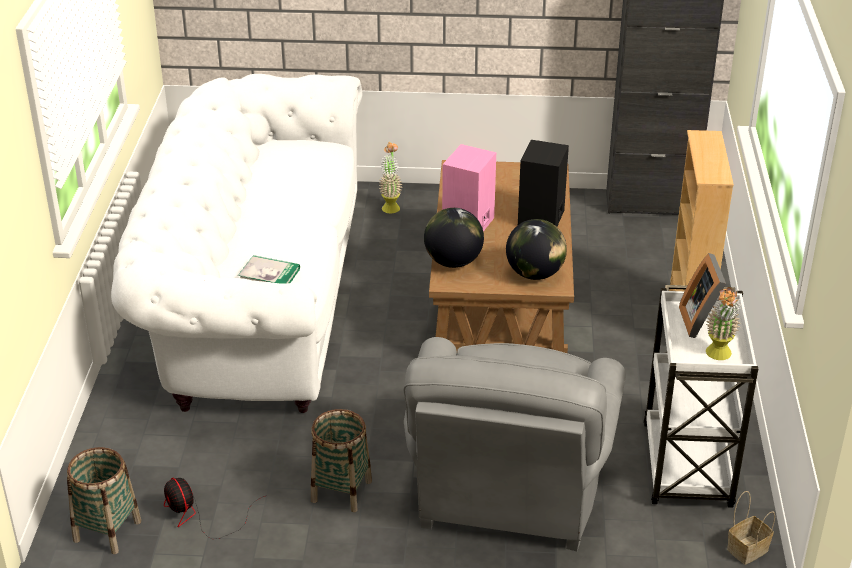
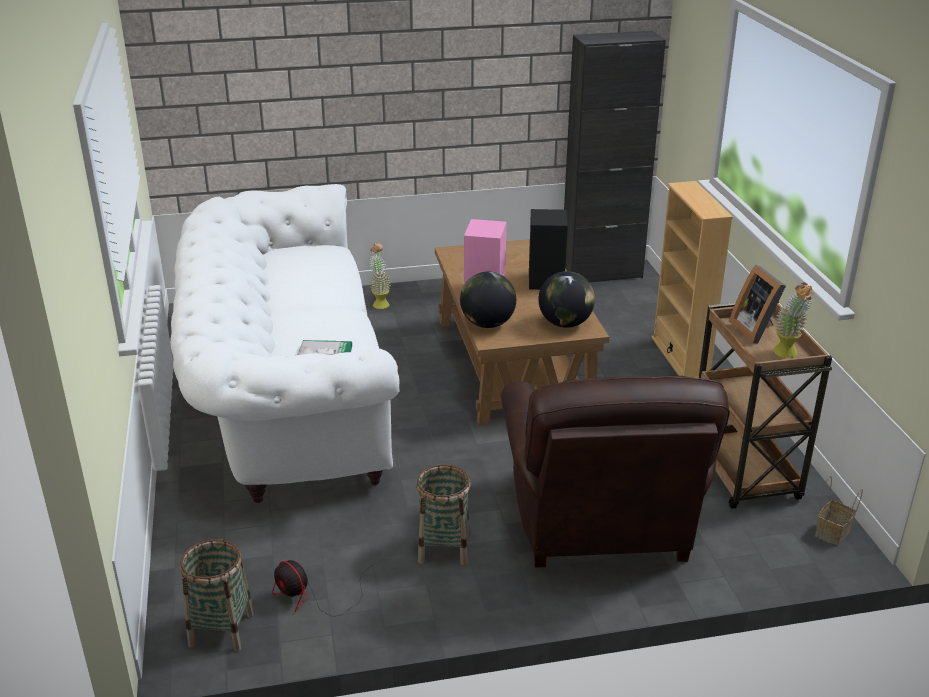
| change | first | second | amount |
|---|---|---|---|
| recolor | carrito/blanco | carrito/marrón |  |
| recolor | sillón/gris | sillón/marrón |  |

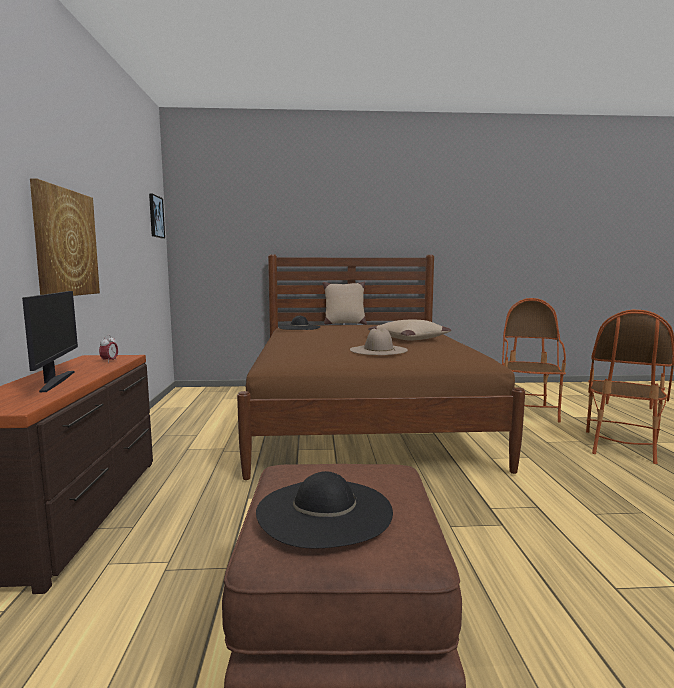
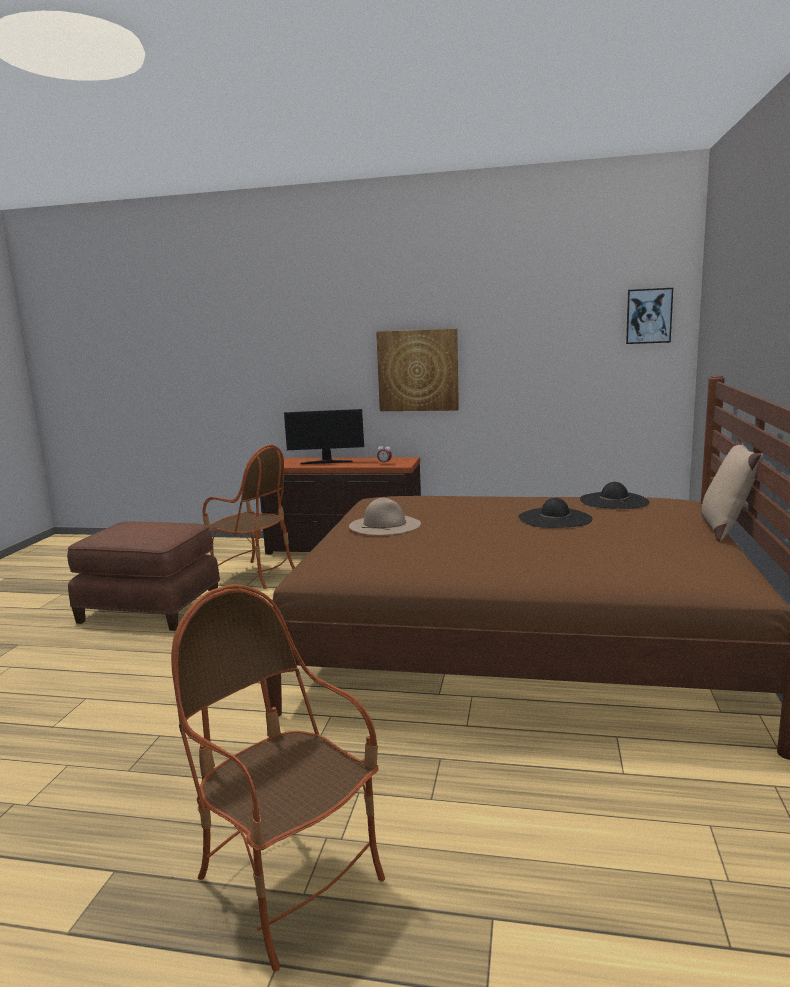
| change | first | second | amount |
|---|---|---|---|
| move | sillón (1st from left) |  |  |
| delete | cojín/beis (2nd from left) |  |  |
| move | sombrero/negro (2nd from left in the first image) | sombrero/negro (1st from left) |  |

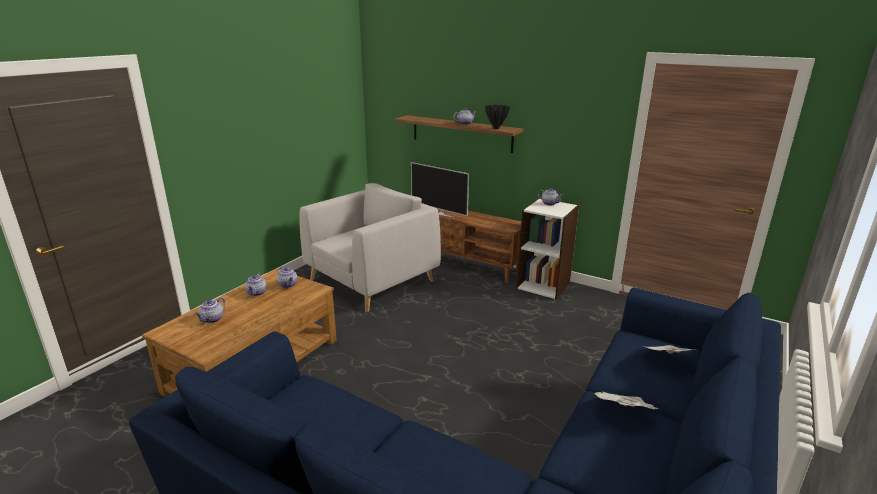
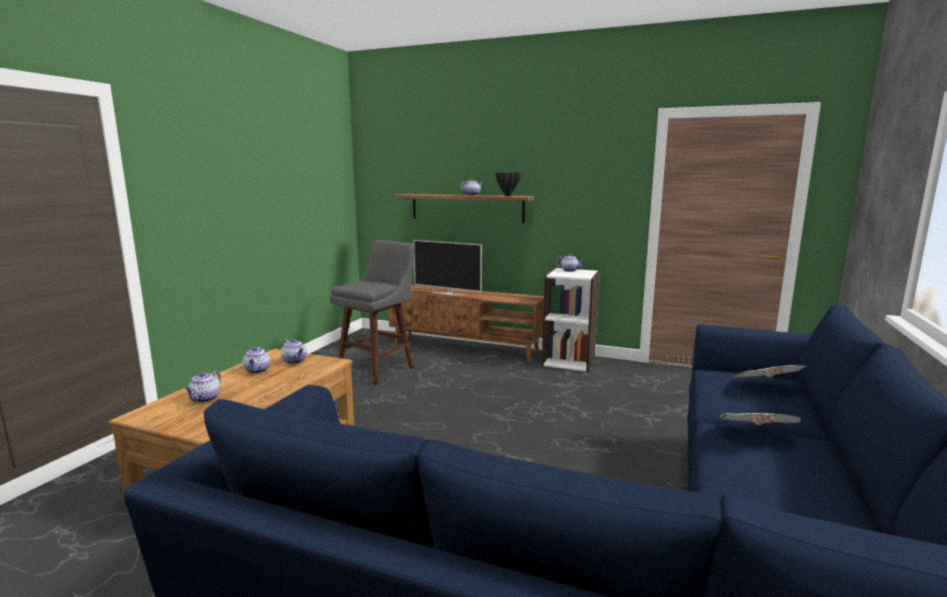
| change | first | second | amount |
|---|---|---|---|
| replace | sillón/gris | taburete/gris |  |

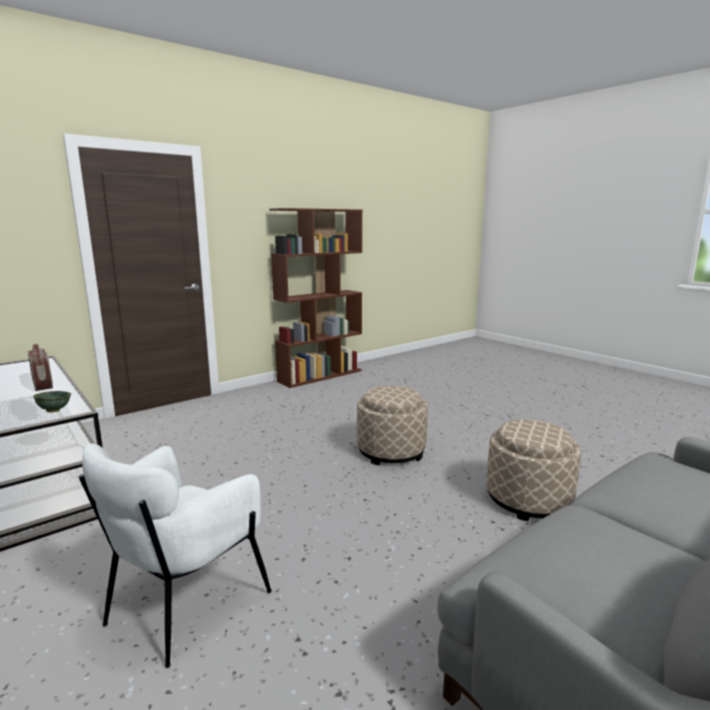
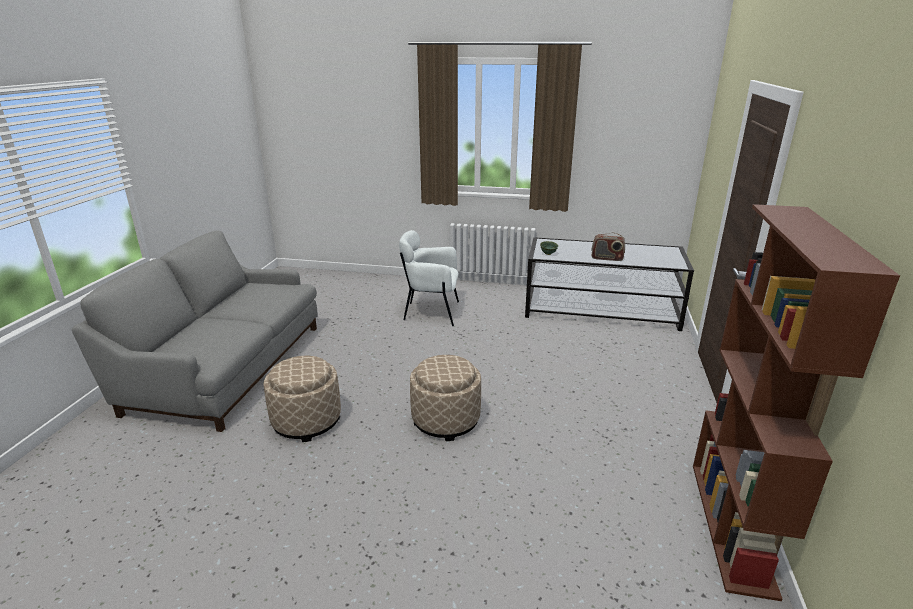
| change | first | second | amount |
|---|---|---|---|
| rotate | sillón/blanco |  | 75 degrees counterclockwise |

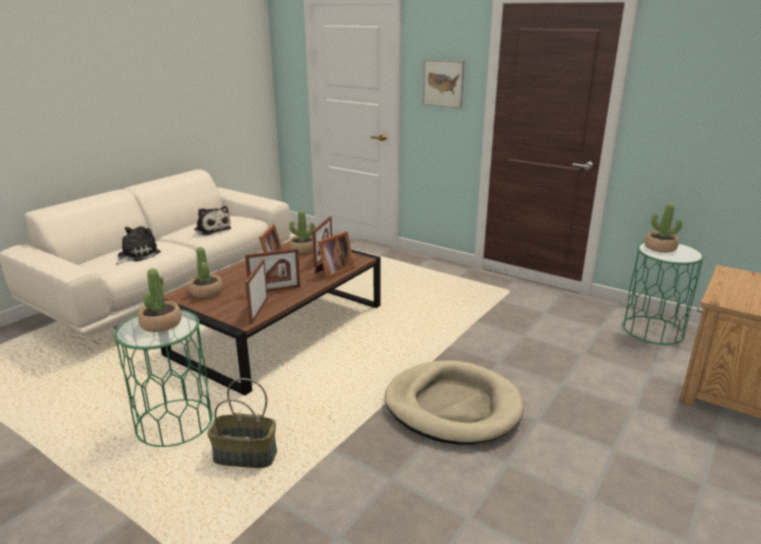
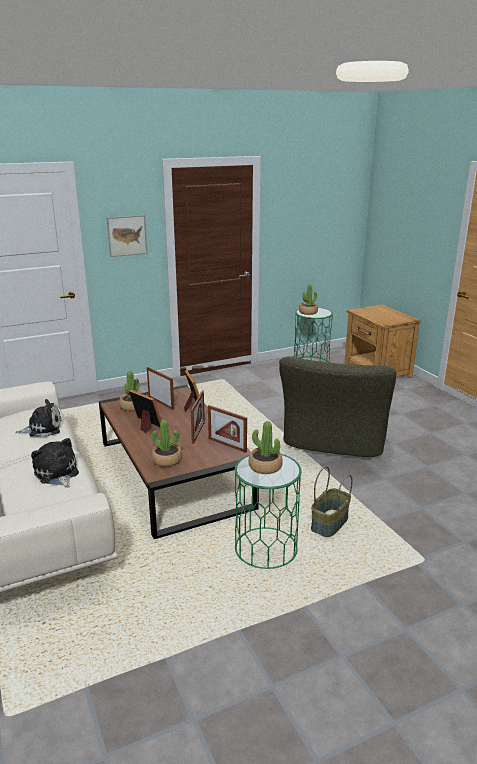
| change | first | second | amount |
|---|---|---|---|
| replace | cama para perro/beis | sillón/verde |  |

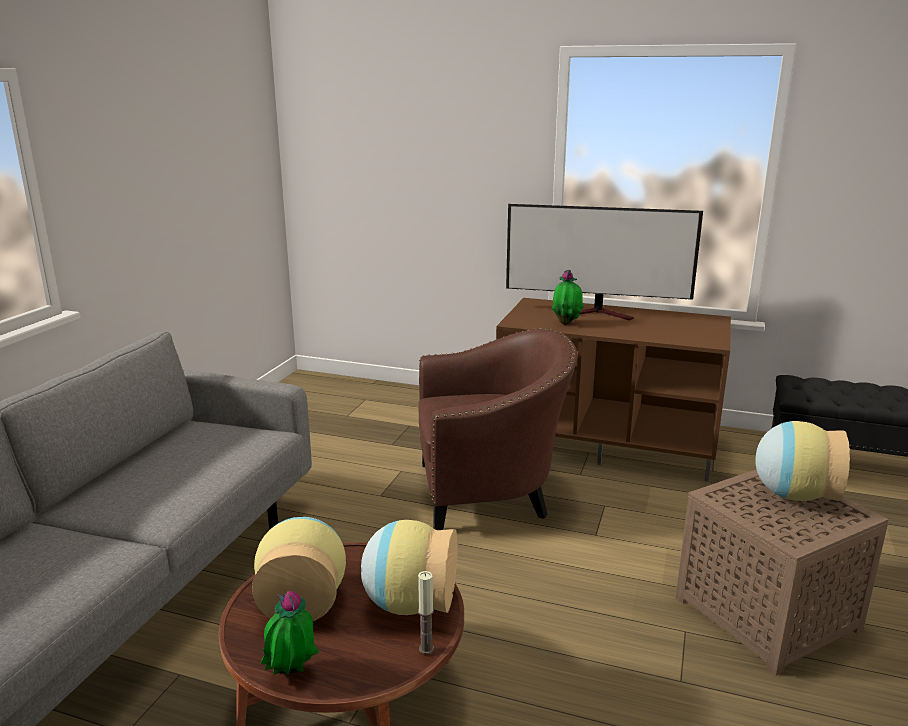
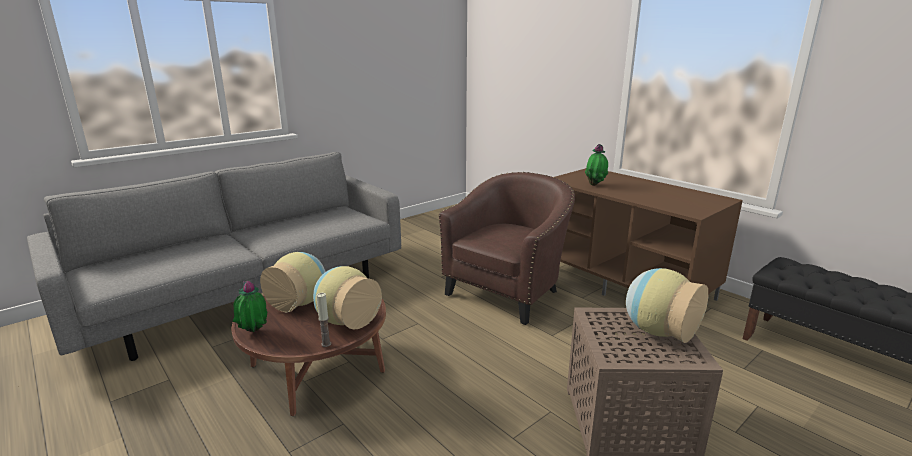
| change | first | second | amount |
|---|---|---|---|
| delete | televisor |  |  |
| rotate | sillón/marrón |  | 75 degrees counterclockwise |

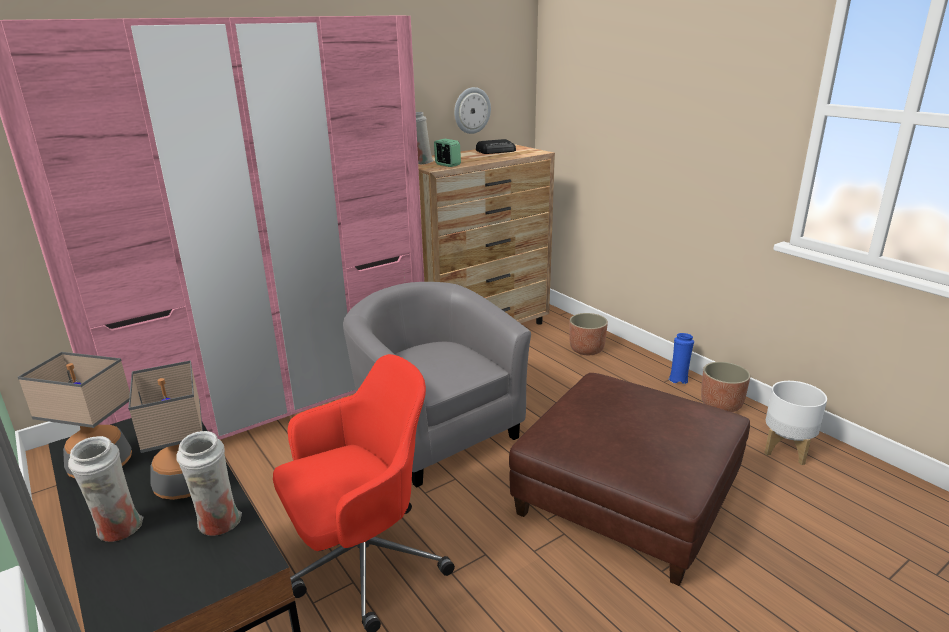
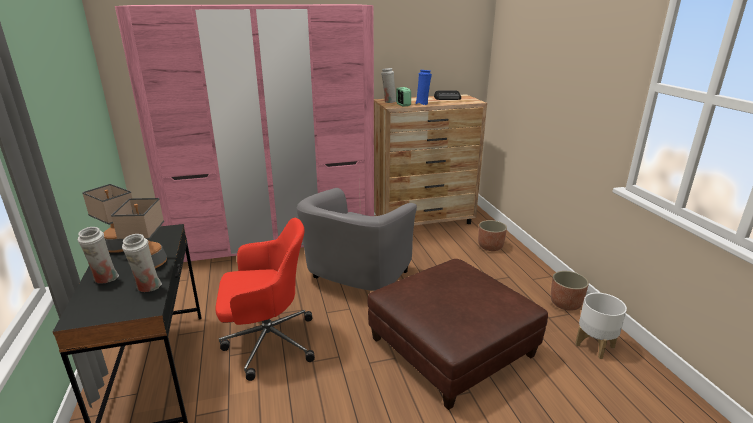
| change | first | second | amount |
|---|---|---|---|
| delete | reloj de pared |  |  |
| rotate | sillón/gris |  | 135 degrees counterclockwise |
| move | florero/azul |  |  |

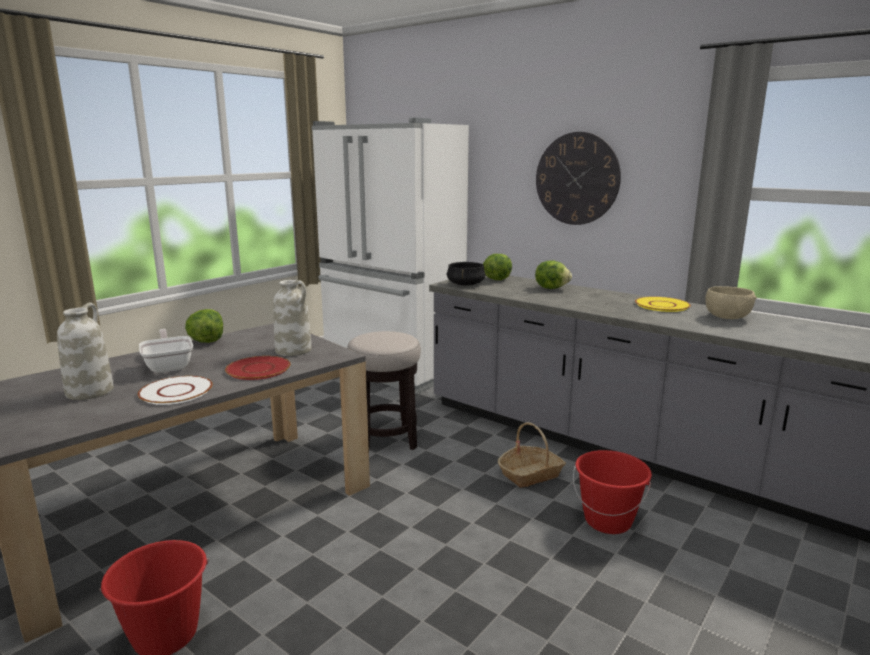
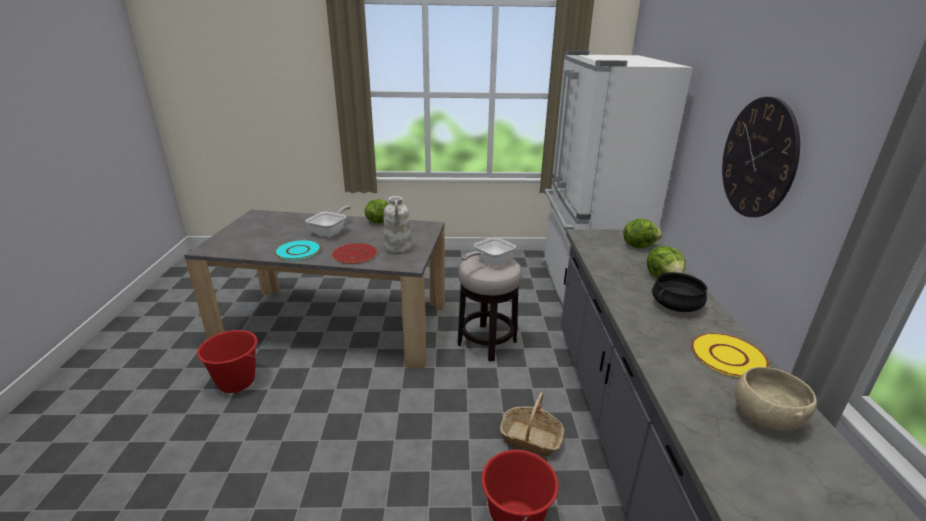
| change | first | second | amount |
|---|---|---|---|
| move | olla/negro |  |  |
| delete | florero/blanco (1st from left) |  |  |
| recolor | plato/blanco | plato/turquesa |  |
| insert |  | sartén (2nd from left) |  |

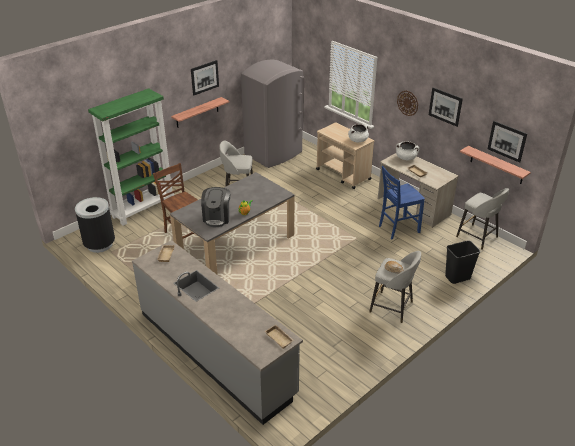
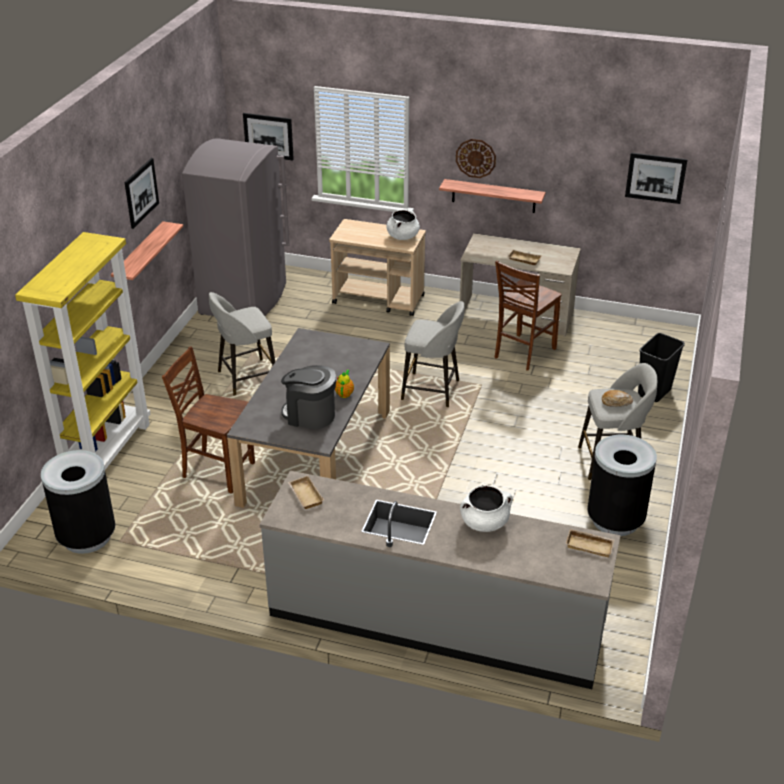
| change | first | second | amount |
|---|---|---|---|
| move | cuadro (2nd from left) |  |  |
| recolor | estantería/verde | estantería/amarillo |  |
| move | olla/blanco (2nd from left) |  |  |
| move | estante (2nd from left) |  |  |
| recolor | silla/azul | silla/marrón (2nd from left) |  |
| rotate | cafetera |  | 135 degrees clockwise |
| move | taburete/gris (3rd from left in the first image) | taburete/gris (2nd from left) |  |
| insert |  | papelera/negro (2nd from left) |  |

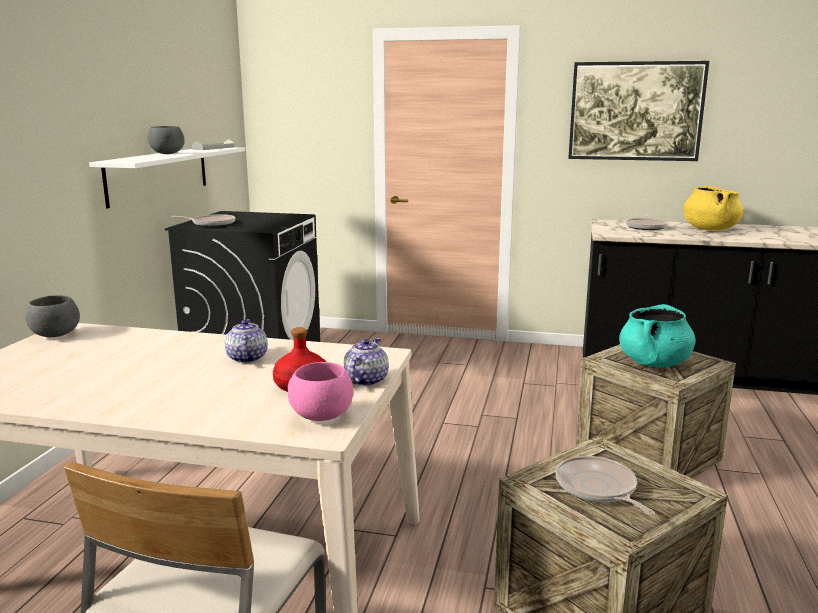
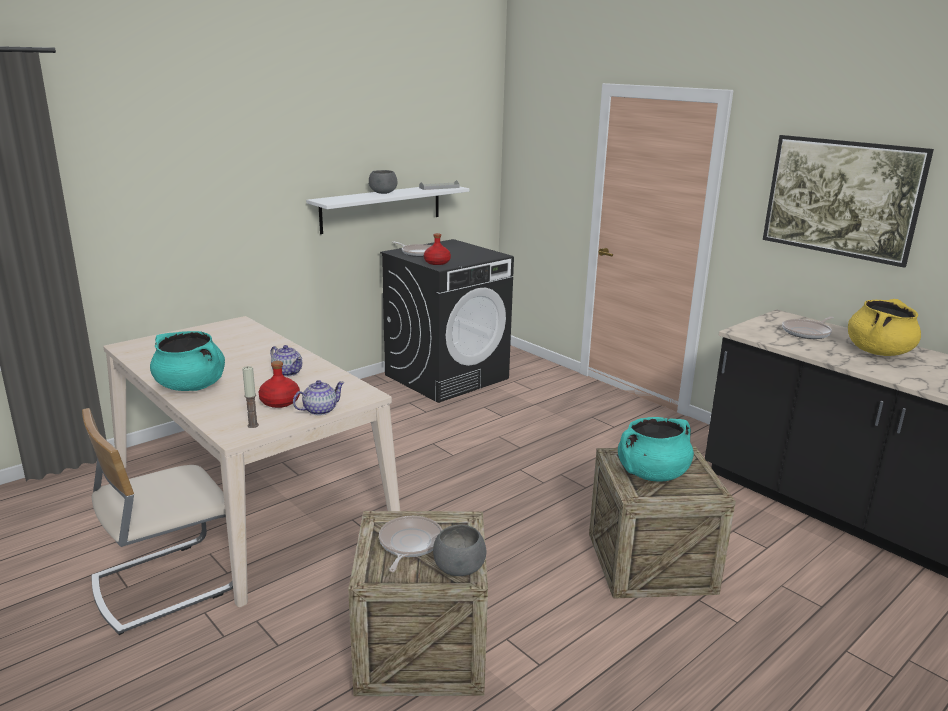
| change | first | second | amount |
|---|---|---|---|
| move | cuenco/gris (1st from left in the first image) | cuenco/gris (2nd from left) |  |
| rotate | tetera (1st from left) |  | 105 degrees clockwise |
| replace | cuenco/rosa | vela |  |
| insert |  | botella/rojo (2nd from left) |  |
| insert |  | olla/turquesa (1st from left) |  |

